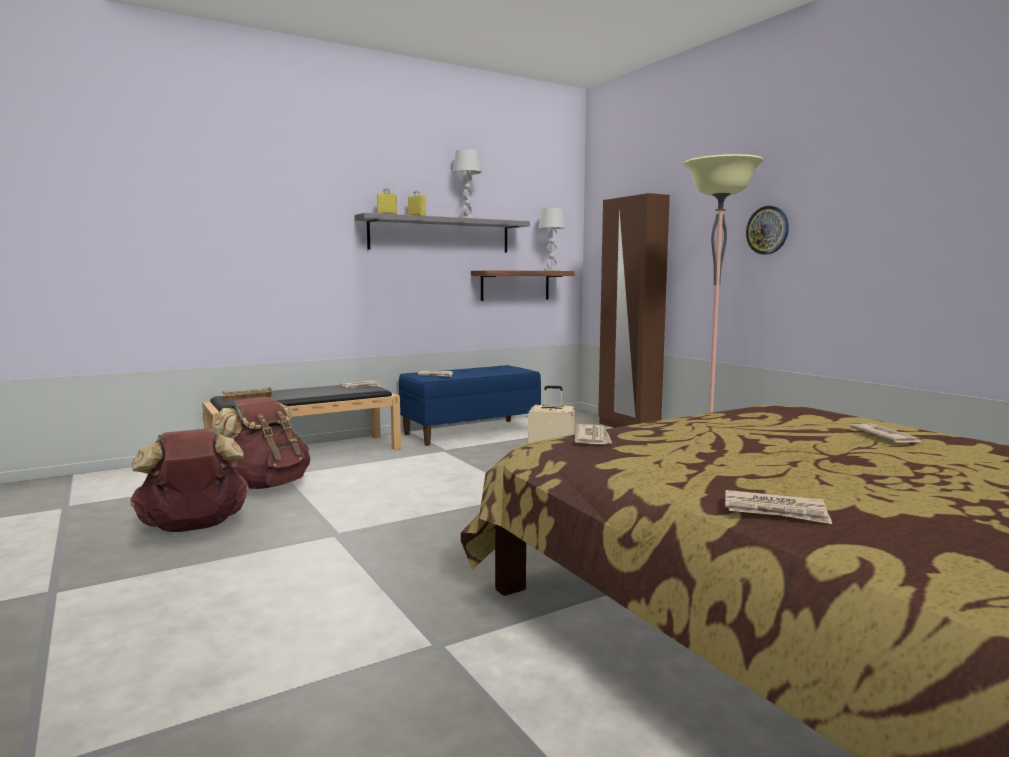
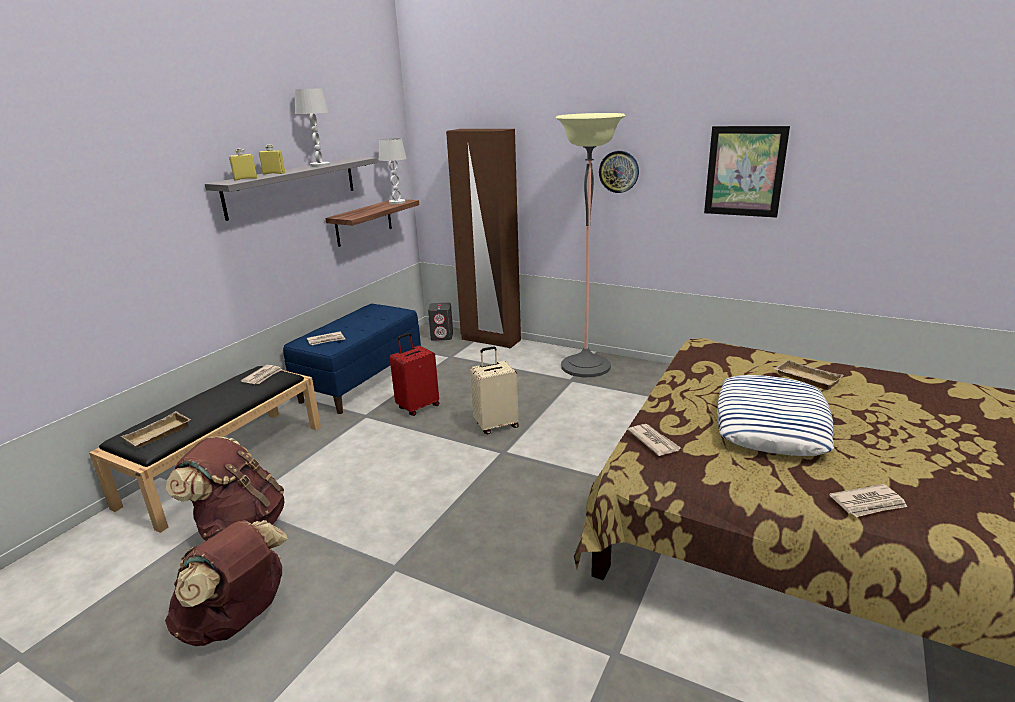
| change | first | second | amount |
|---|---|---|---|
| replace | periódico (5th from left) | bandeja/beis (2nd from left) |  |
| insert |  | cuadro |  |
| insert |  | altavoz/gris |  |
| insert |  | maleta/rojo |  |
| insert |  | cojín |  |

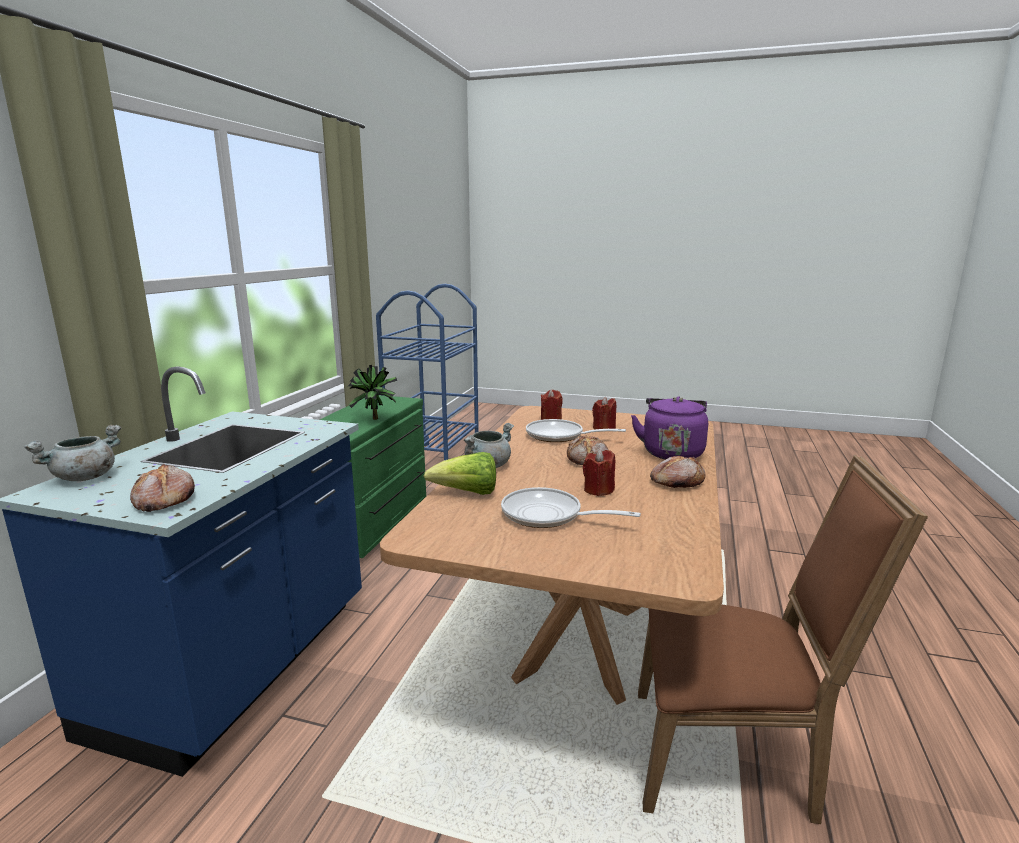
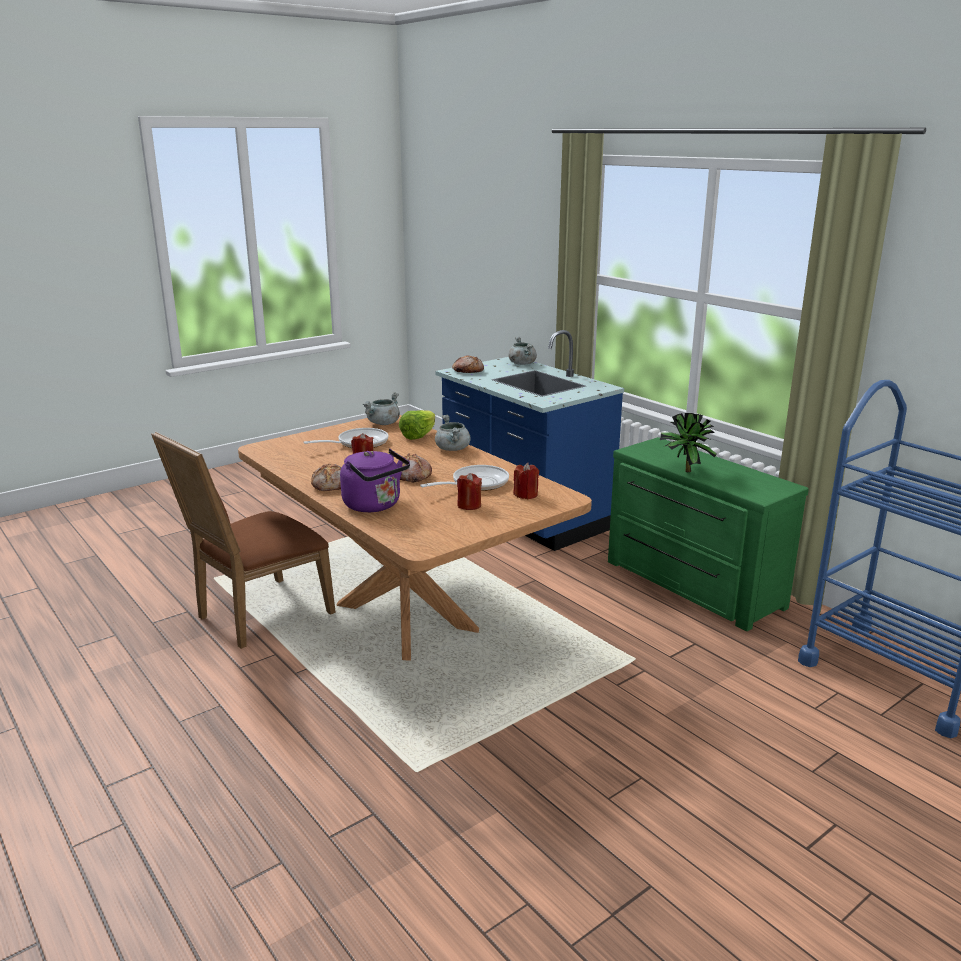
| change | first | second | amount |
|---|---|---|---|
| insert |  | olla/gris (1st from left) |  |

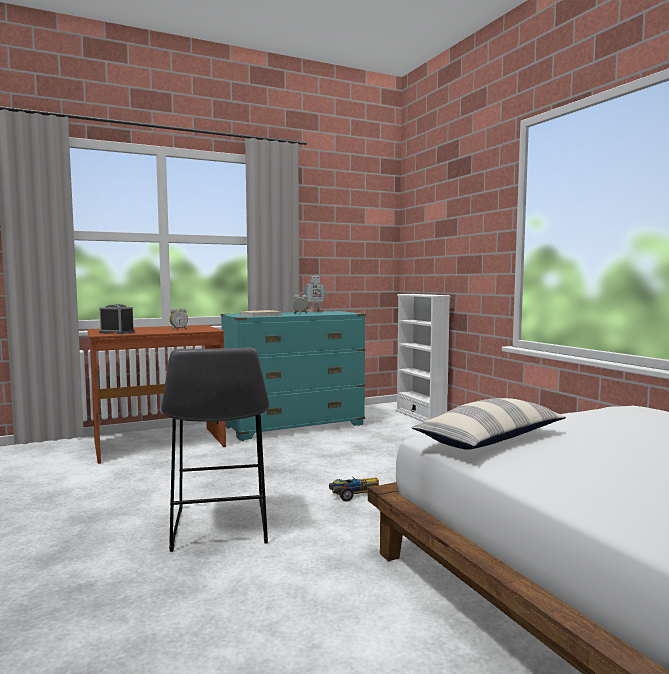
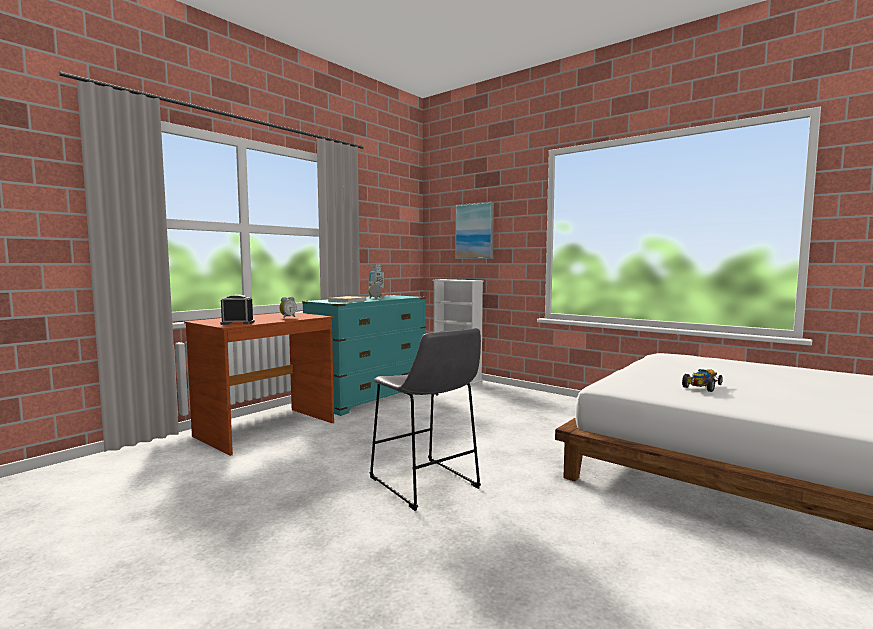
| change | first | second | amount |
|---|---|---|---|
| delete | cojín |  |  |
| move | coche de juguete |  |  |
| insert |  | cuadro |  |

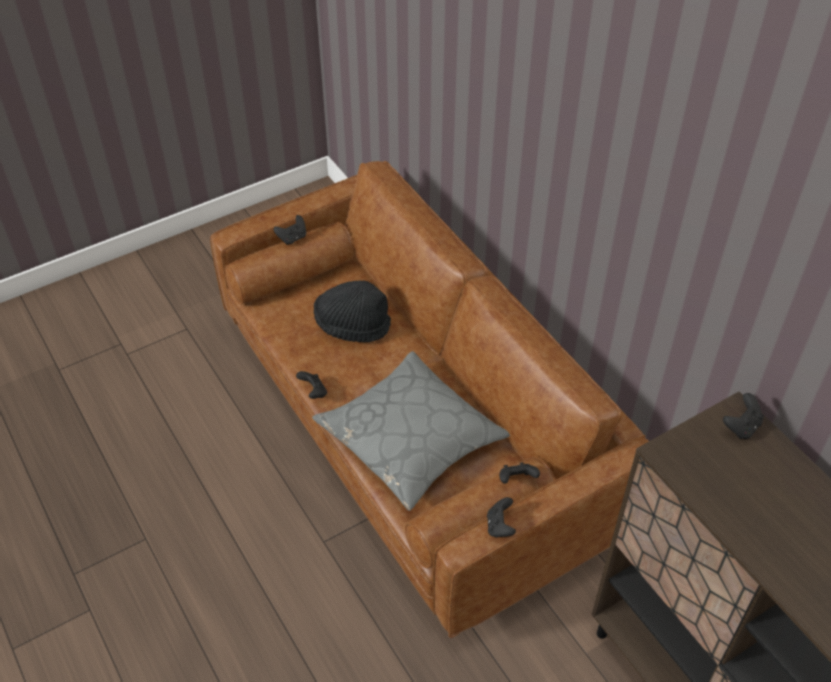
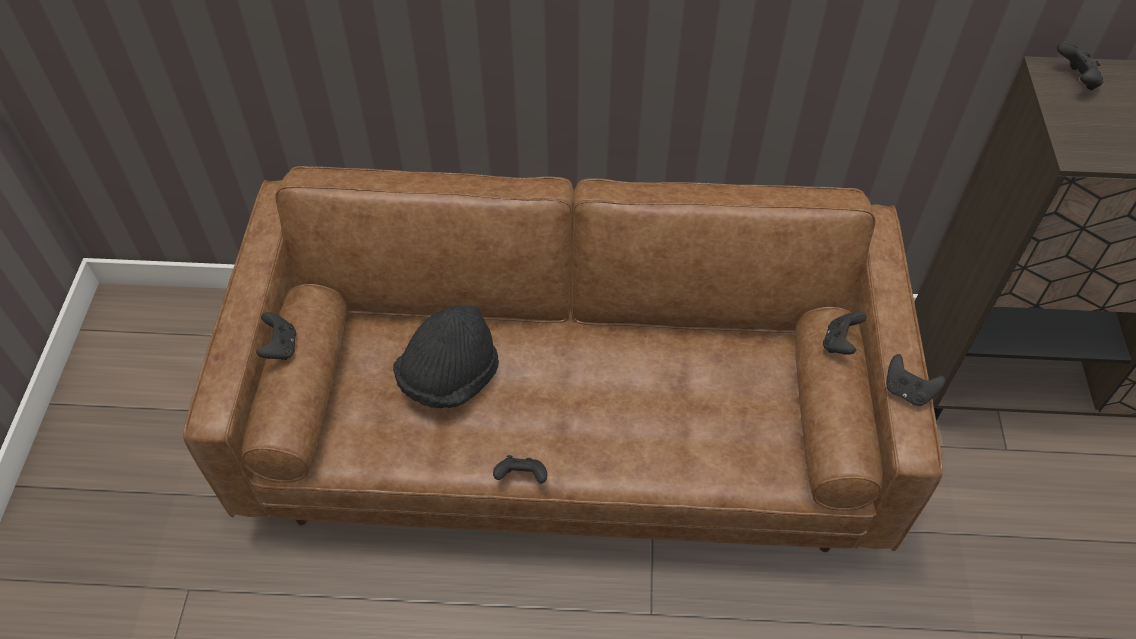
| change | first | second | amount |
|---|---|---|---|
| delete | cojín/gris |  |  |

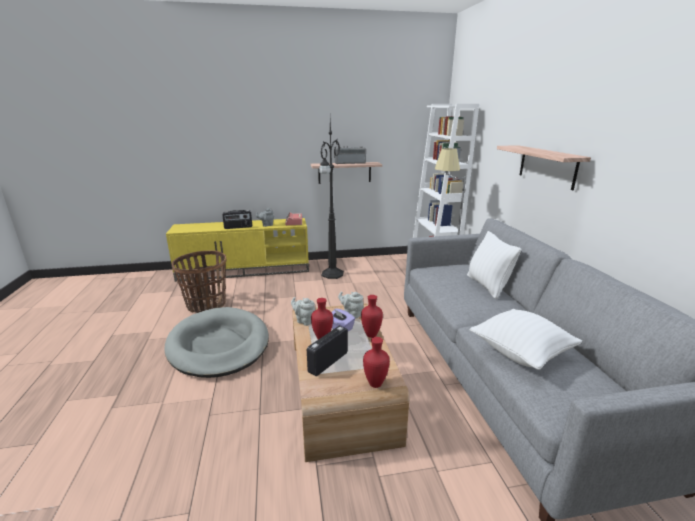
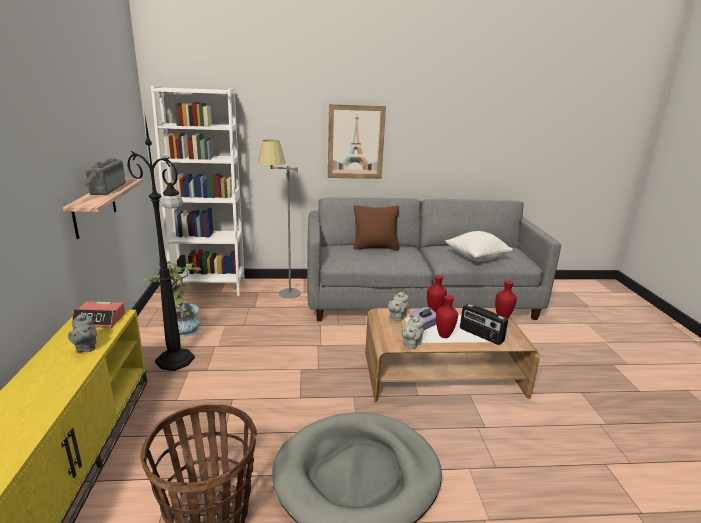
| change | first | second | amount |
|---|---|---|---|
| replace | estante (2nd from left) | cuadro |  |
| delete | radio (1st from left) |  |  |
| recolor | cojín/blanco (1st from left) | cojín/marrón |  |
| insert |  | planta en maceta |  |

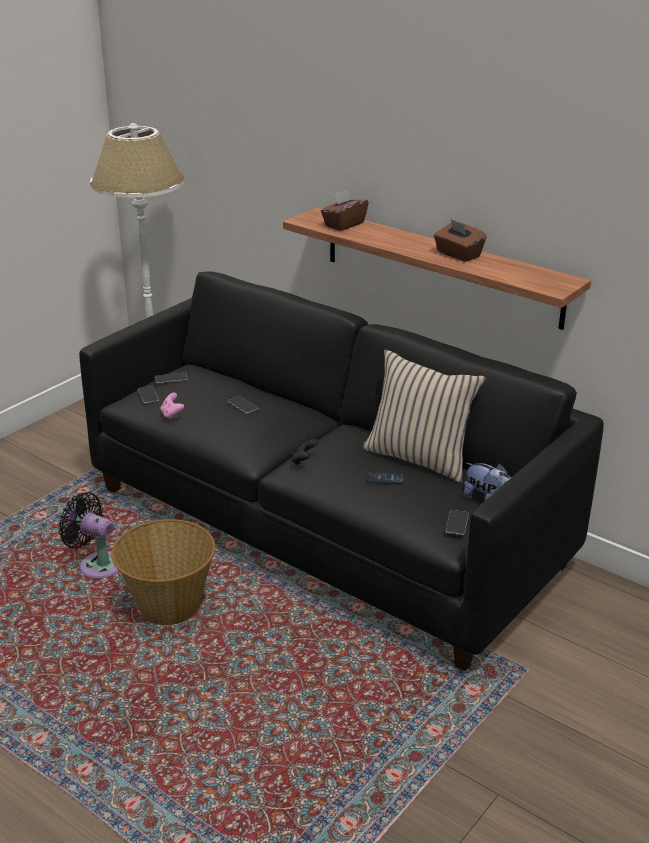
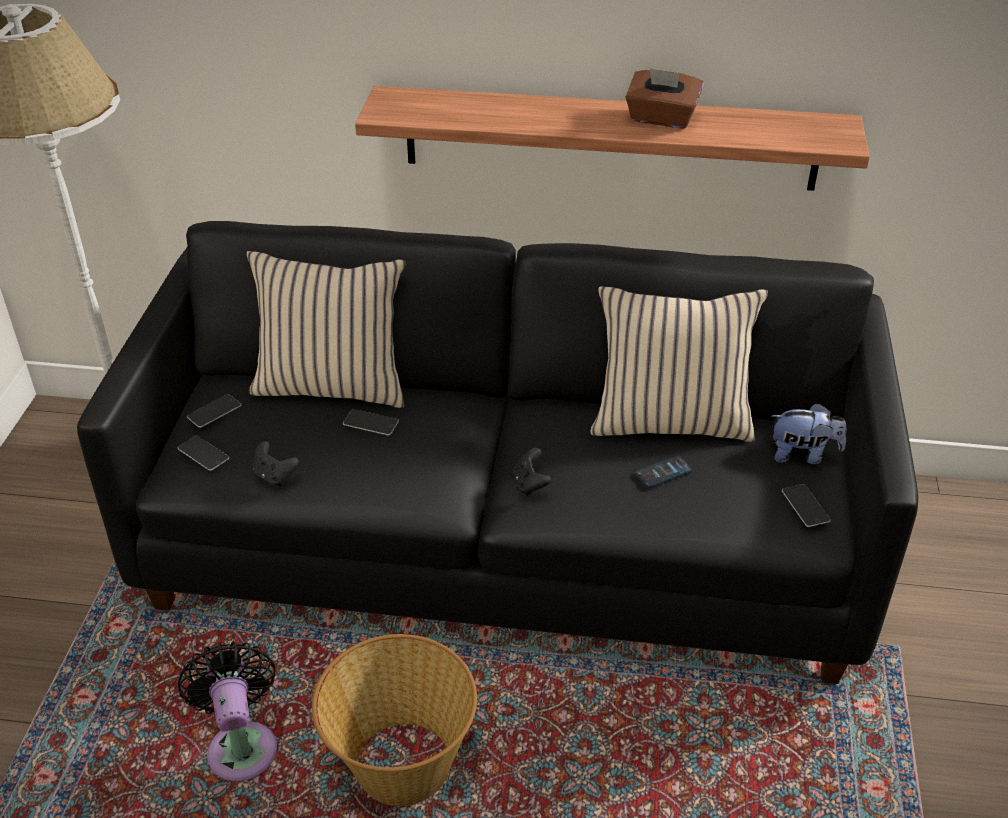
| change | first | second | amount |
|---|---|---|---|
| delete | caja de pañuelos/marrón (1st from left) |  |  |
| recolor | mando de consola/rosa | mando de consola/negro (1st from left) |  |
| rotate | ventilador/negro |  | 75 degrees clockwise |
| insert |  | cojín/beis (1st from left) |  |

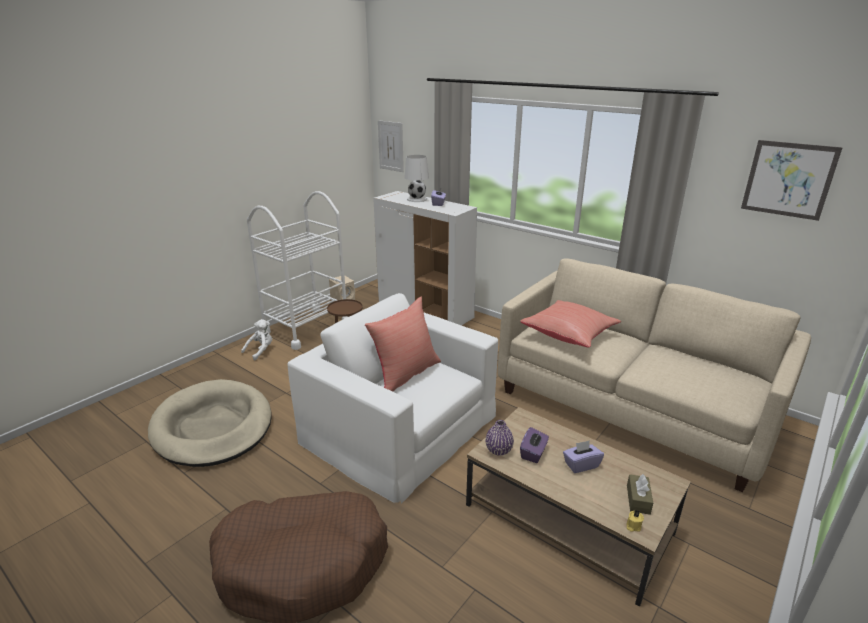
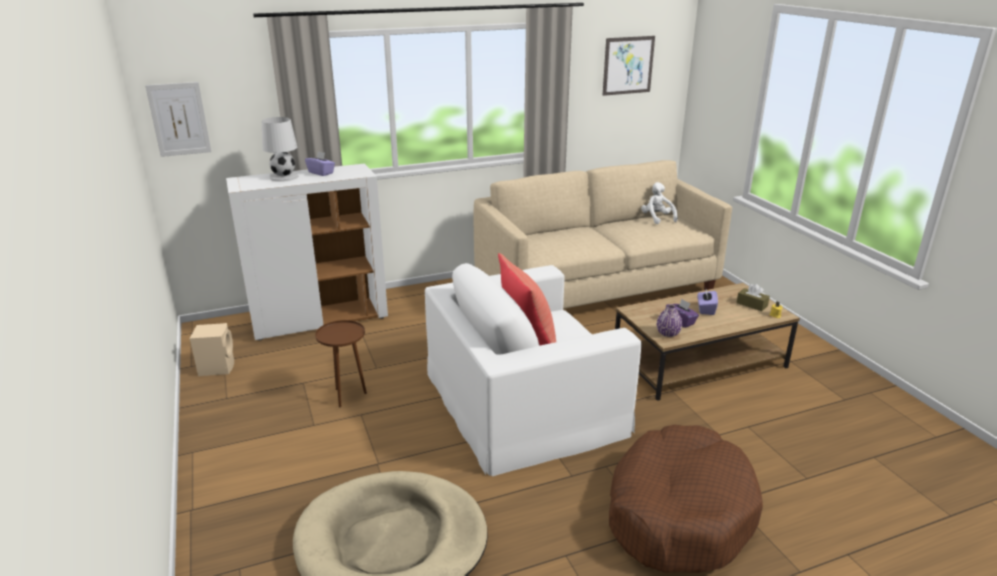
| change | first | second | amount |
|---|---|---|---|
| delete | carrito/blanco |  |  |
| delete | cojín/rojo (2nd from left) |  |  |
| move | peluche/blanco |  |  |

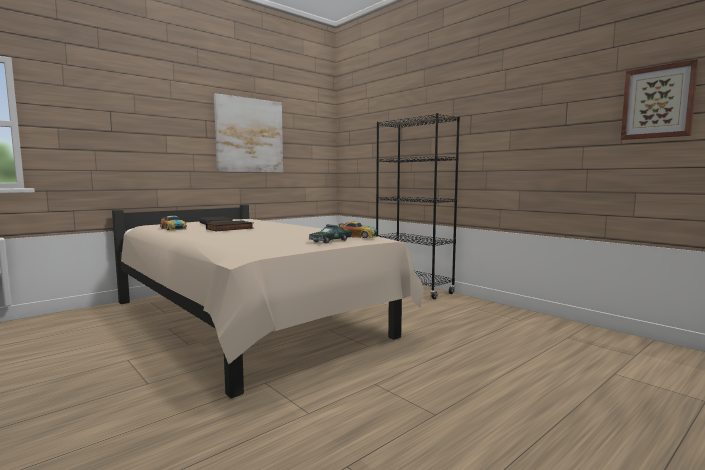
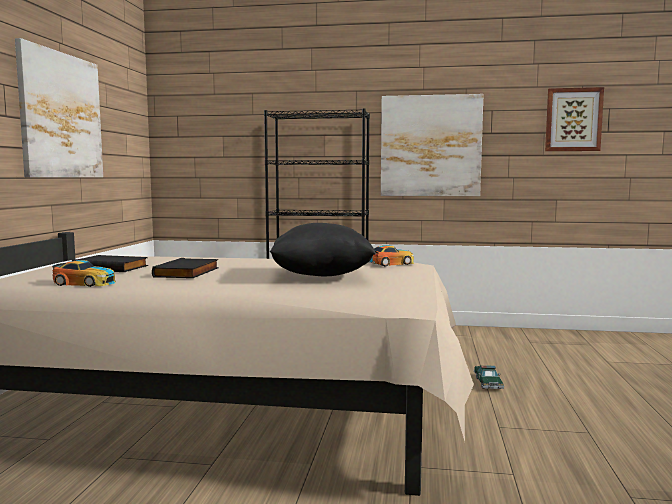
| change | first | second | amount |
|---|---|---|---|
| move | coche de juguete (2nd from left in the first image) | coche de juguete (3rd from left) |  |
| insert |  | cuadro (2nd from left) |  |
| insert |  | cojín/negro |  |

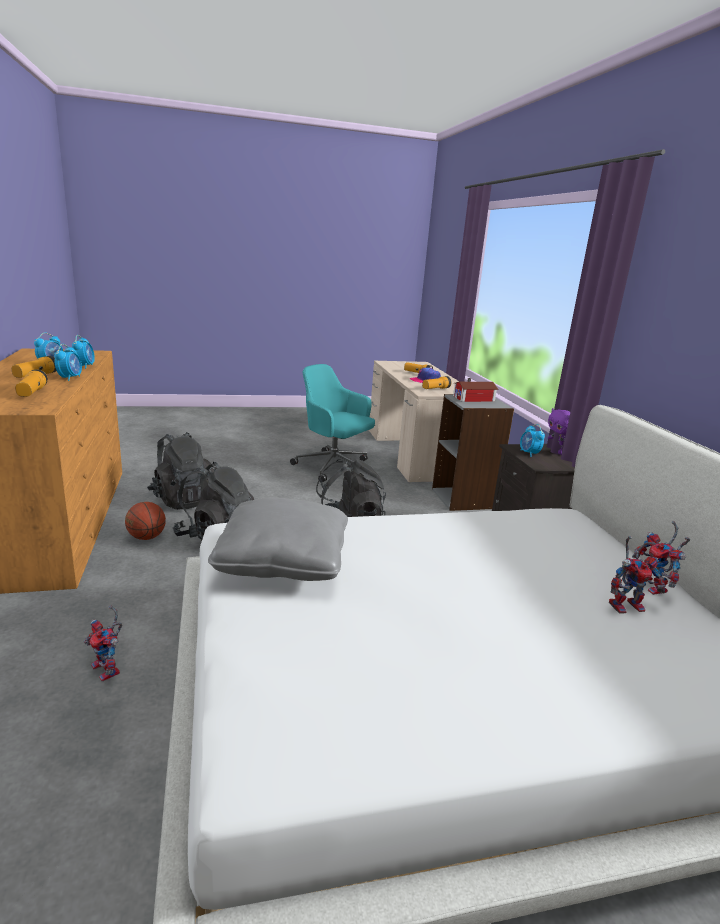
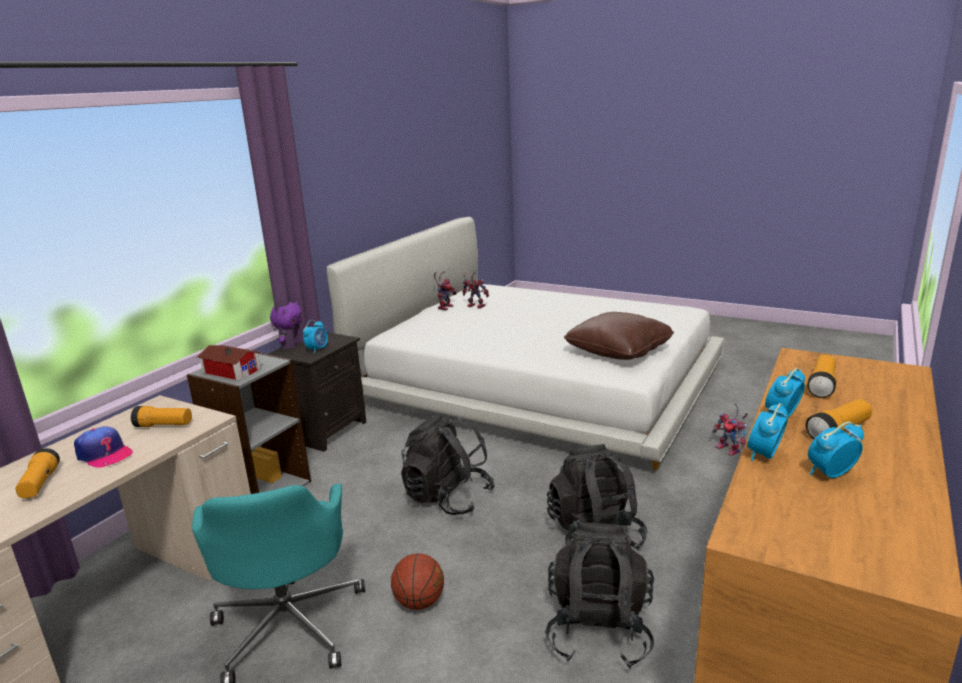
| change | first | second | amount |
|---|---|---|---|
| recolor | cojín/gris | cojín/marrón |  |
| move | balón de baloncesto |  |  |
| rotate | robot de juguete (1st from left in the first image) | robot de juguete (3rd from left) | 150 degrees clockwise |

